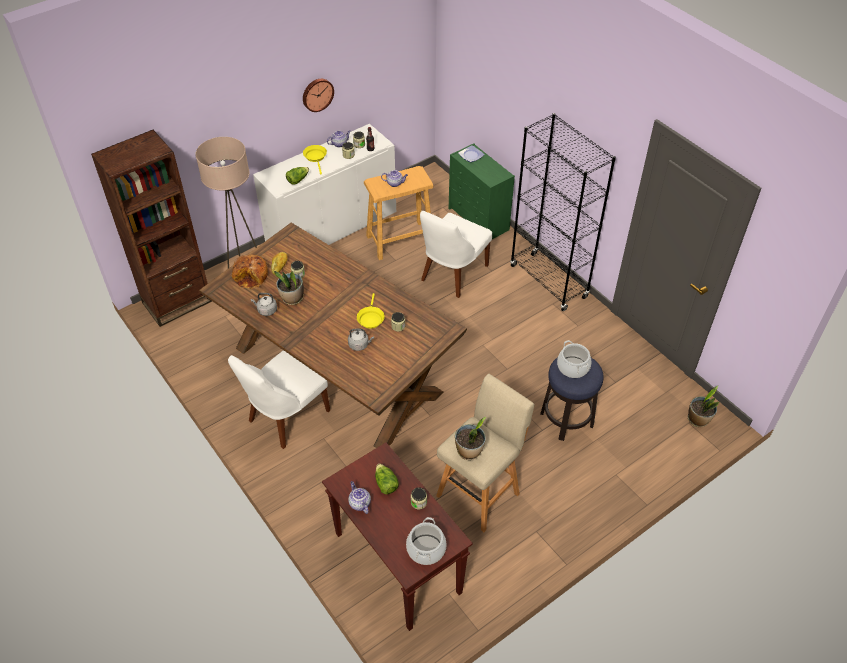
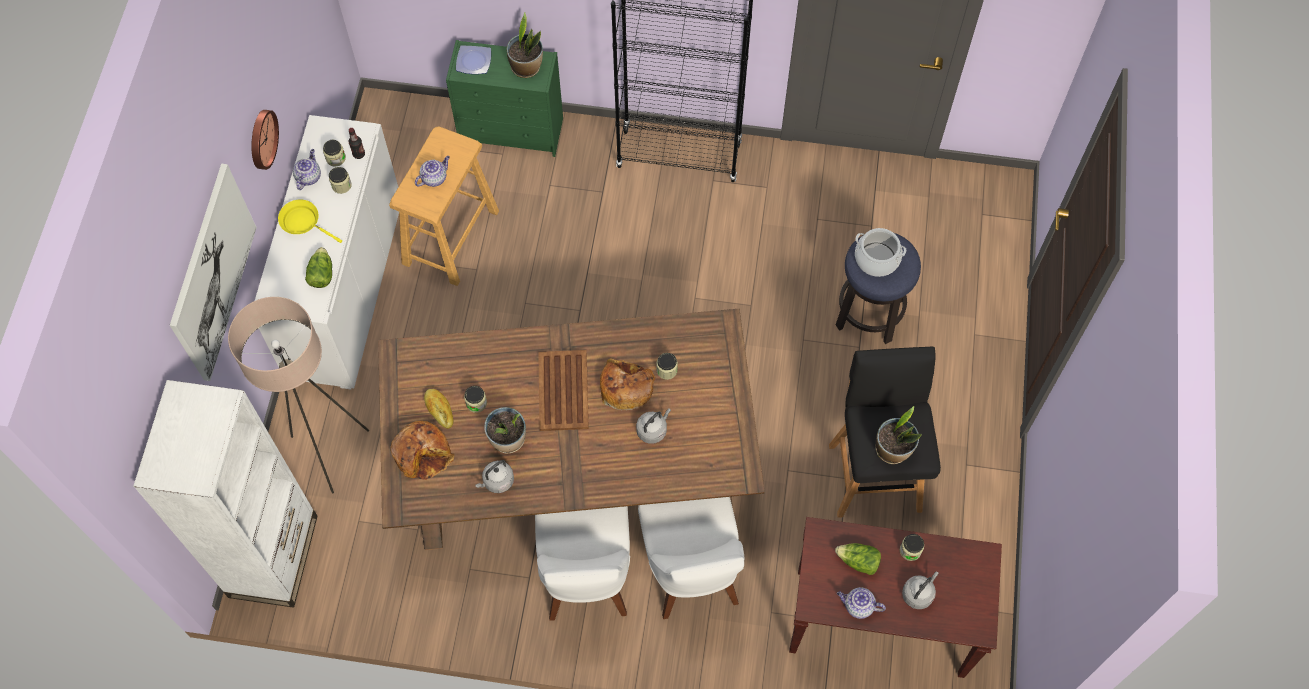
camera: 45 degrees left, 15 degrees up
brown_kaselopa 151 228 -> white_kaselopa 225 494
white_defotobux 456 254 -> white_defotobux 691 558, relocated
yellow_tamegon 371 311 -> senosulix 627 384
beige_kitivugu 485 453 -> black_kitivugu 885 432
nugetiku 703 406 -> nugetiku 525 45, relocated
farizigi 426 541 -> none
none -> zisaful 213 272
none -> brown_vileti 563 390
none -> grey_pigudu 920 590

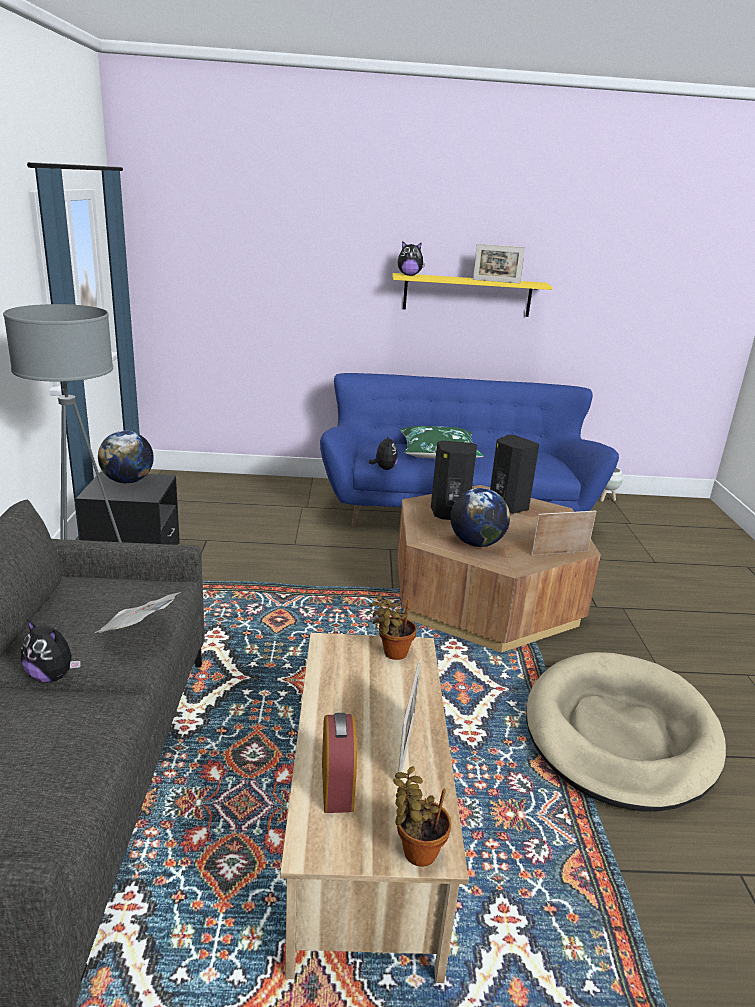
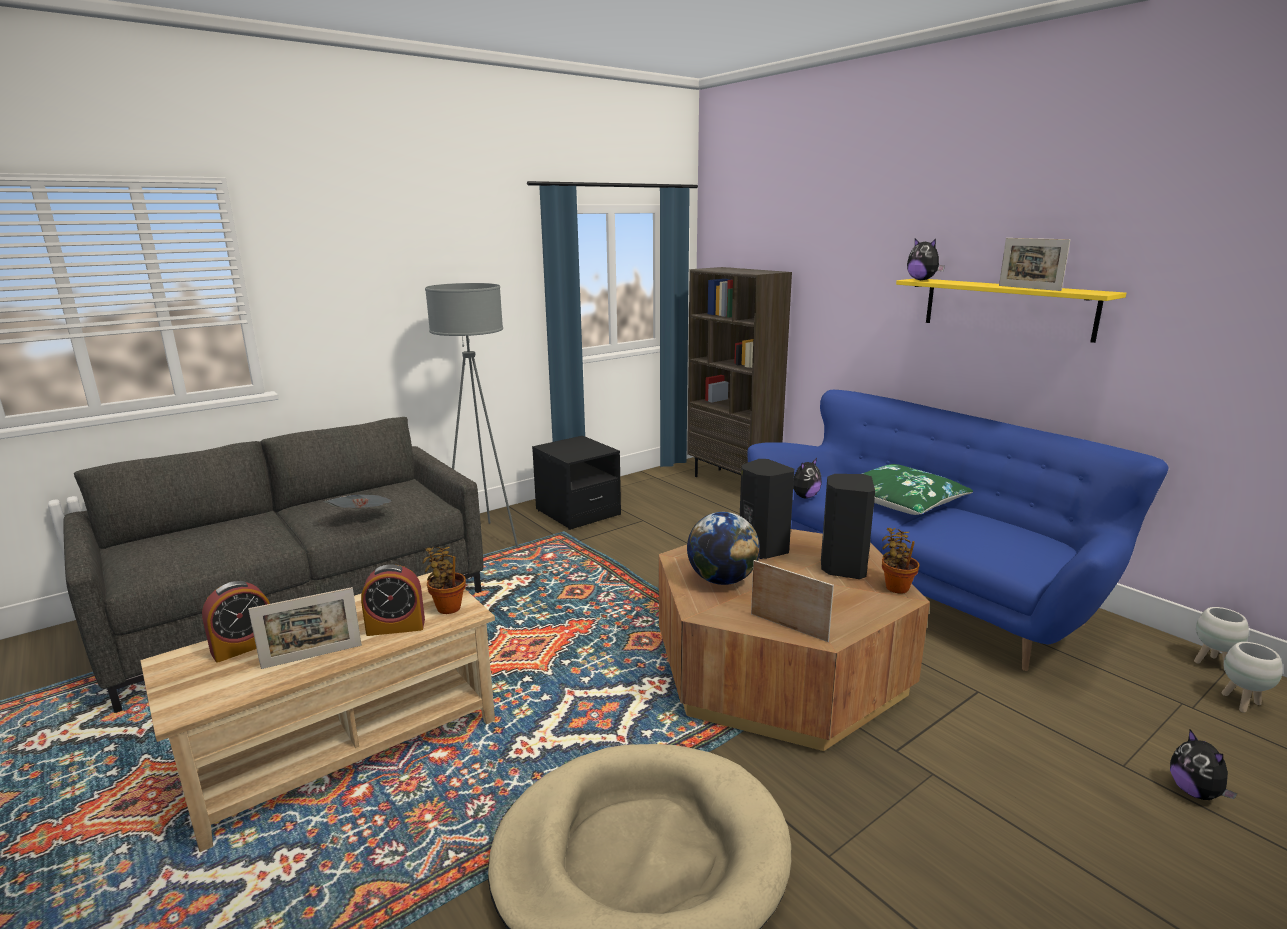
camera: 55 degrees right, 5 degrees down
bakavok 126 457 -> none
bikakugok 51 651 -> bikakugok 1203 764, relocated
nugetiku 422 816 -> nugetiku 901 561, relocated
none -> brown_kaselopa 739 372
none -> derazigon 393 600
none -> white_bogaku 1252 677

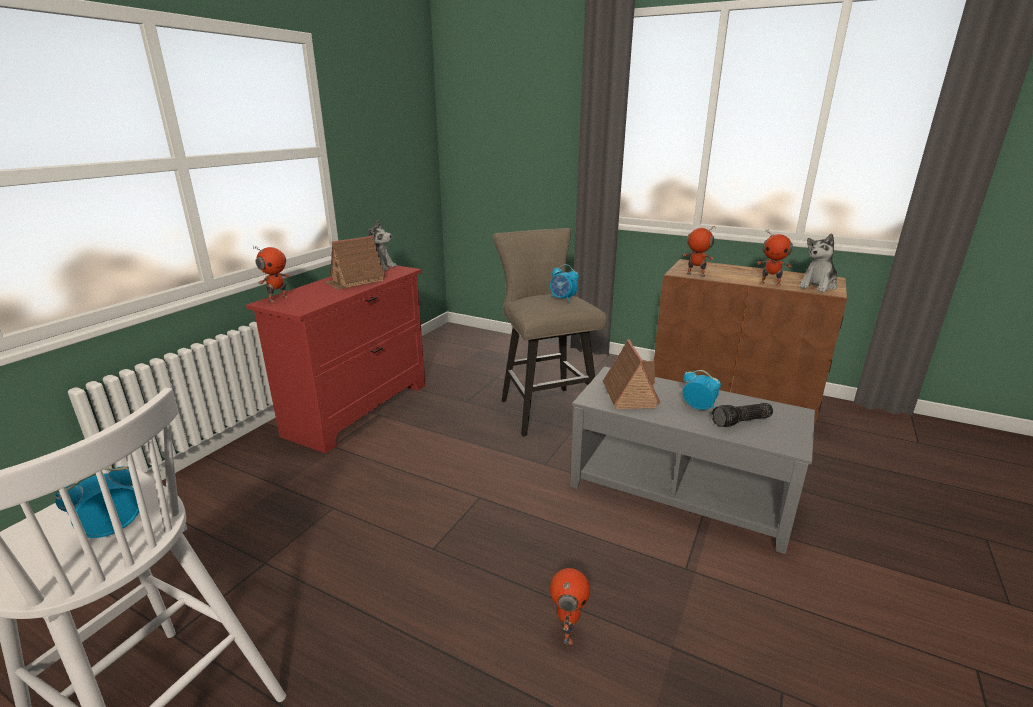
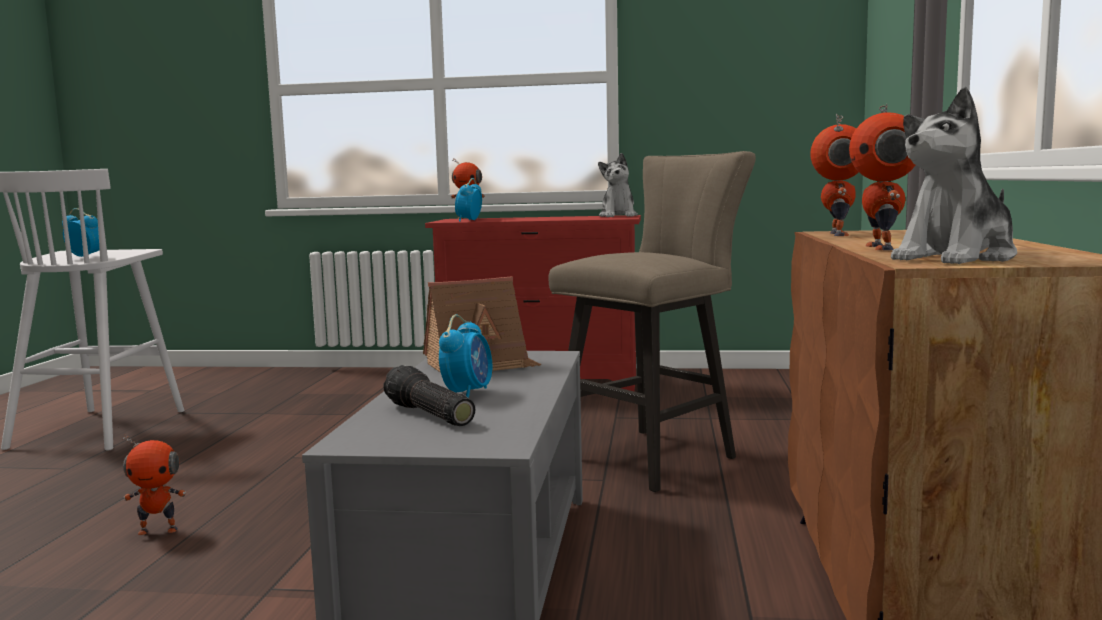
camera: 70 degrees right, 15 degrees down
bikakugok 818 262 -> bikakugok 954 175, 60 degrees counterclockwise
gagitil 355 262 -> none
derazigon 564 283 -> derazigon 468 200, relocated

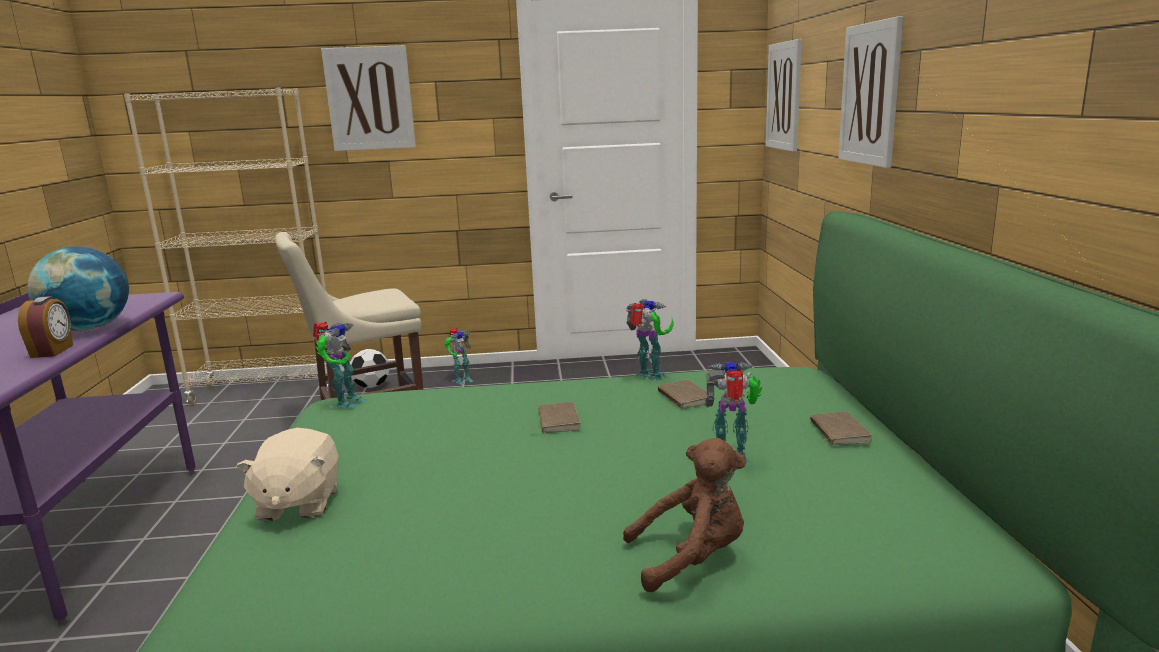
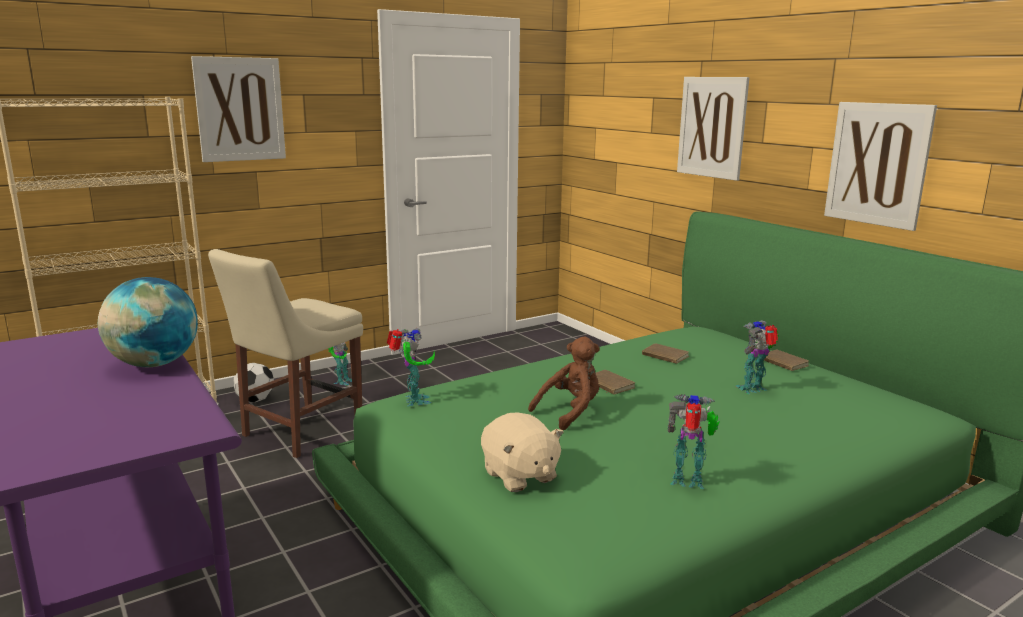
camera: 30 degrees left, 0 degrees up
zisaful 783 95 -> zisaful 880 166, relocated
derazigon 45 327 -> none
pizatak 650 340 -> pizatak 694 441, relocated
brown_bikakugok 684 515 -> brown_bikakugok 564 383, relocated

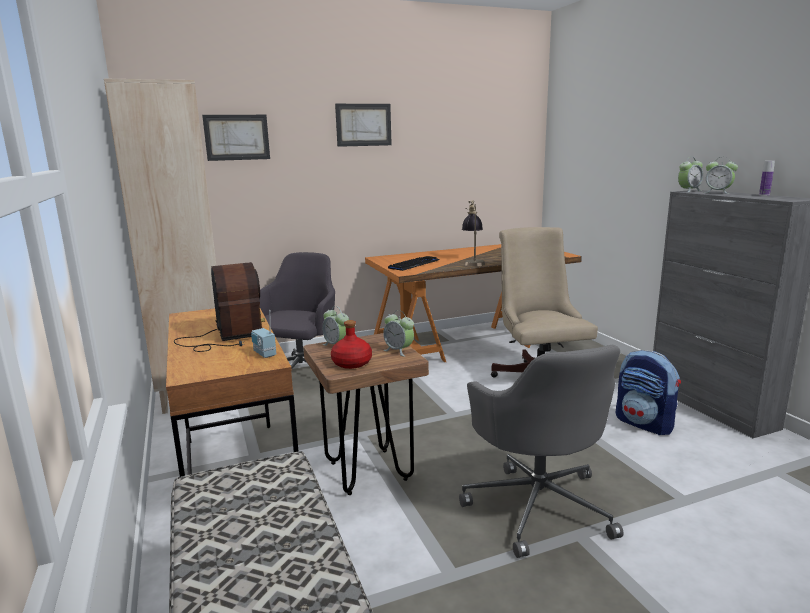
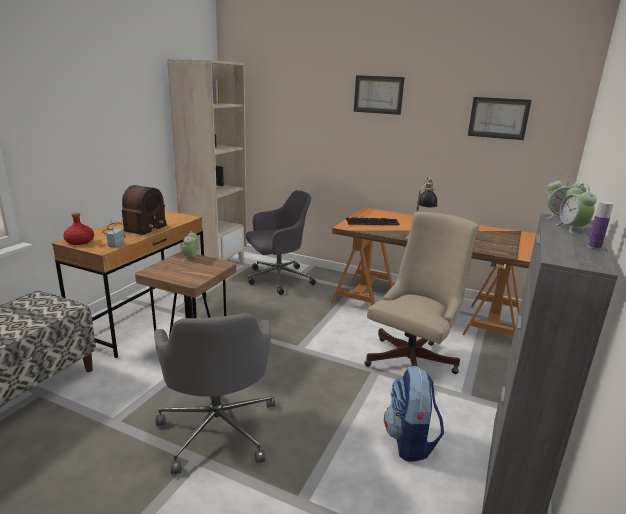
camera: 45 degrees right, 5 degrees up
zisaful 236 138 -> zisaful 500 118, relocated
derazigon 398 333 -> none
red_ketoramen 351 344 -> red_ketoramen 78 229, relocated
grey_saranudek 541 451 -> grey_saranudek 214 393, 45 degrees counterclockwise

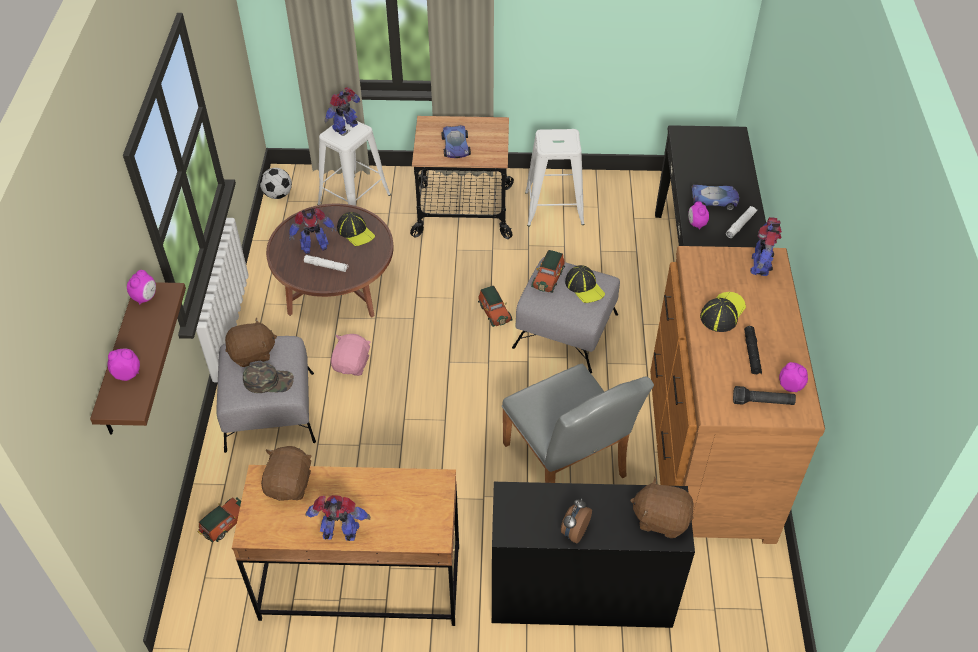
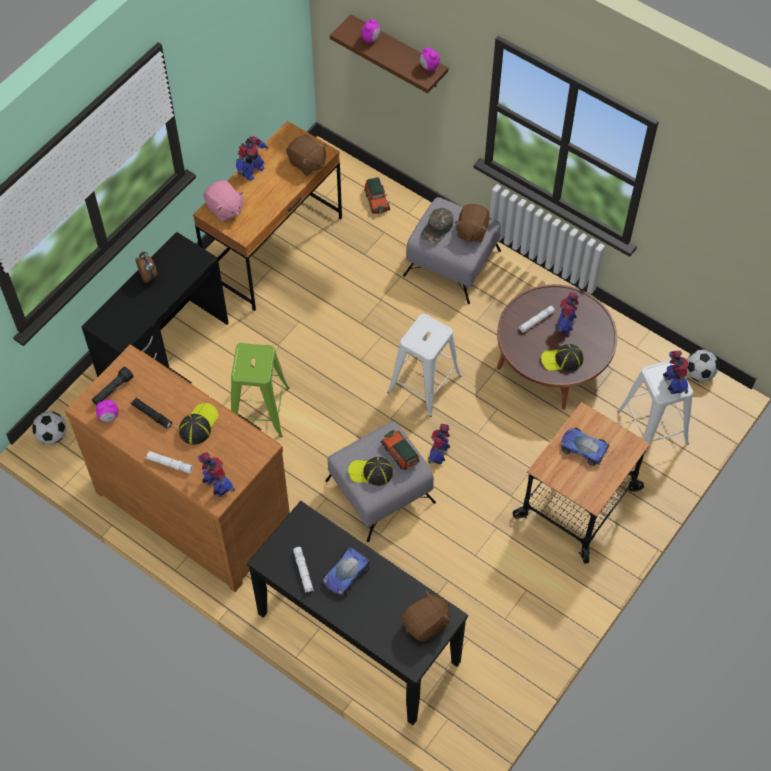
camera: 125 degrees right, 10 degrees up
white_kitivugu 554 177 -> white_kitivugu 424 365, relocated
derazigon 698 215 -> none
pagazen 495 306 -> pizatak 439 444
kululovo 723 312 -> kululovo 199 424, 135 degrees counterclockwise
pink_bikakugok 351 355 -> pink_bikakugok 224 201, relocated
grey_defotobux 578 423 -> green_kitivugu 260 390
brown_bikakugok 662 507 -> brown_bikakugok 426 616, relocated
none -> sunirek 49 427
none -> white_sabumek 169 462

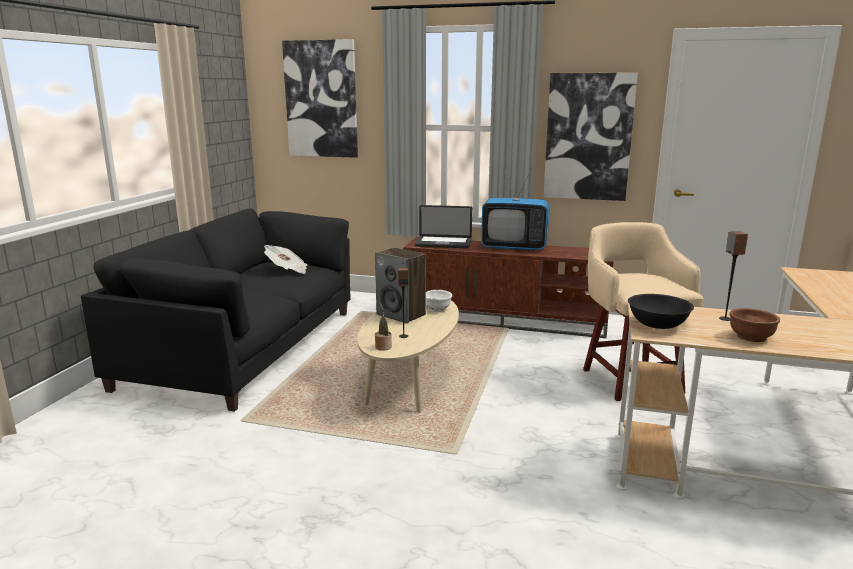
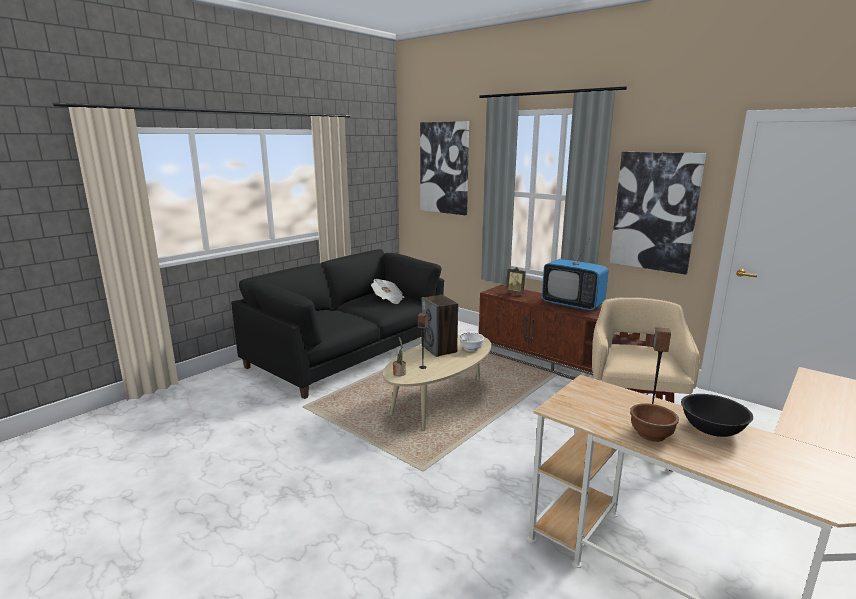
camera: 25 degrees right, 0 degrees up
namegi 443 226 -> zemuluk 515 281
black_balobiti 661 311 -> black_balobiti 717 415, relocated

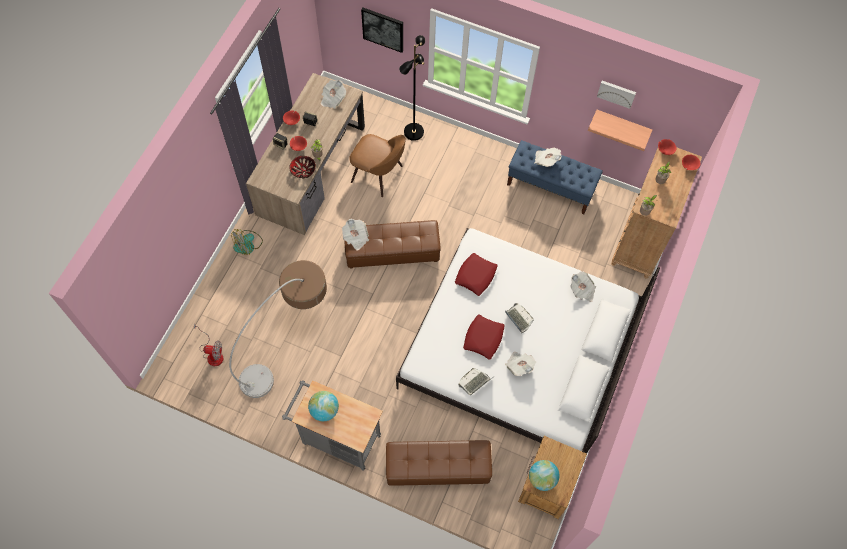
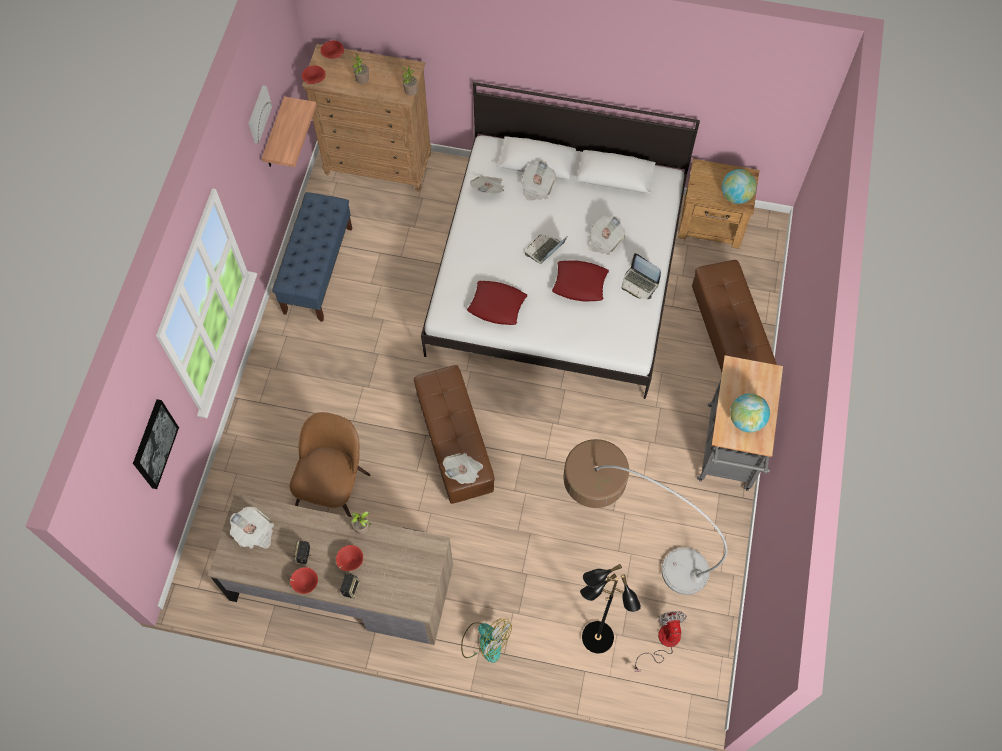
camera: 100 degrees left, 0 degrees up
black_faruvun 412 88 -> black_faruvun 610 608, relocated
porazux 548 157 -> porazux 539 180, relocated
balobiti 302 167 -> none

